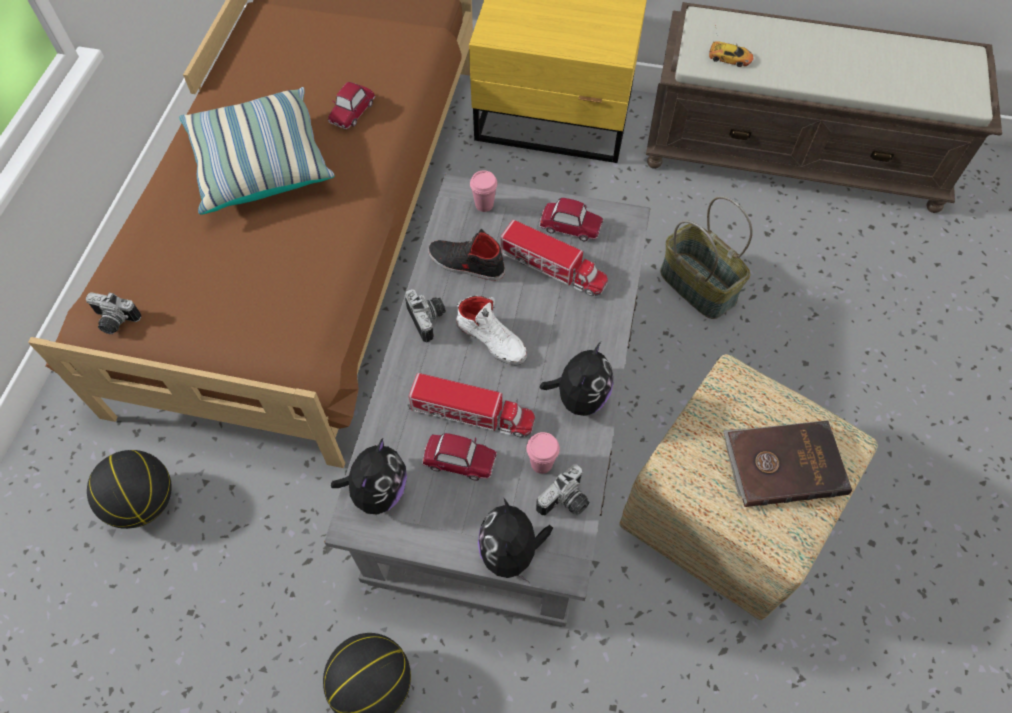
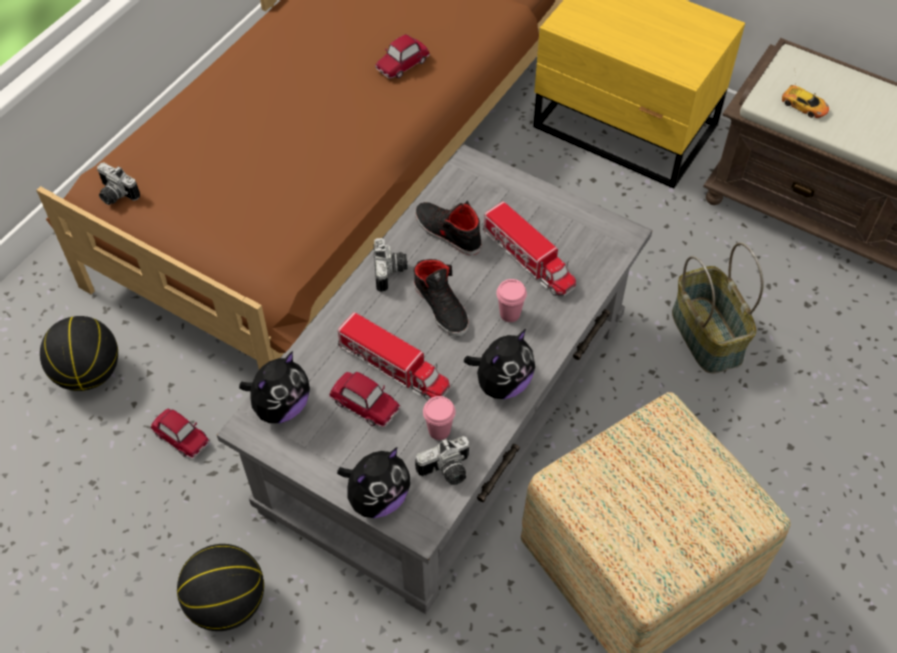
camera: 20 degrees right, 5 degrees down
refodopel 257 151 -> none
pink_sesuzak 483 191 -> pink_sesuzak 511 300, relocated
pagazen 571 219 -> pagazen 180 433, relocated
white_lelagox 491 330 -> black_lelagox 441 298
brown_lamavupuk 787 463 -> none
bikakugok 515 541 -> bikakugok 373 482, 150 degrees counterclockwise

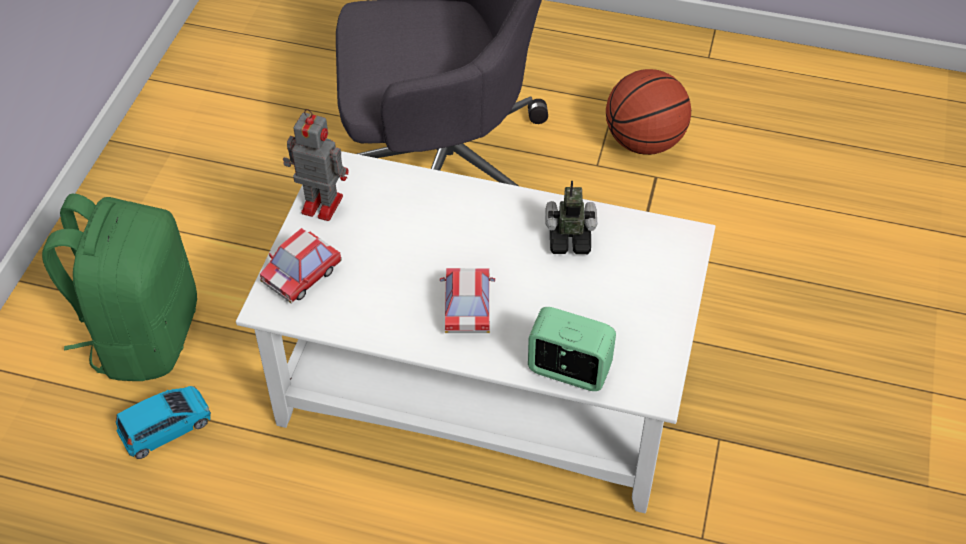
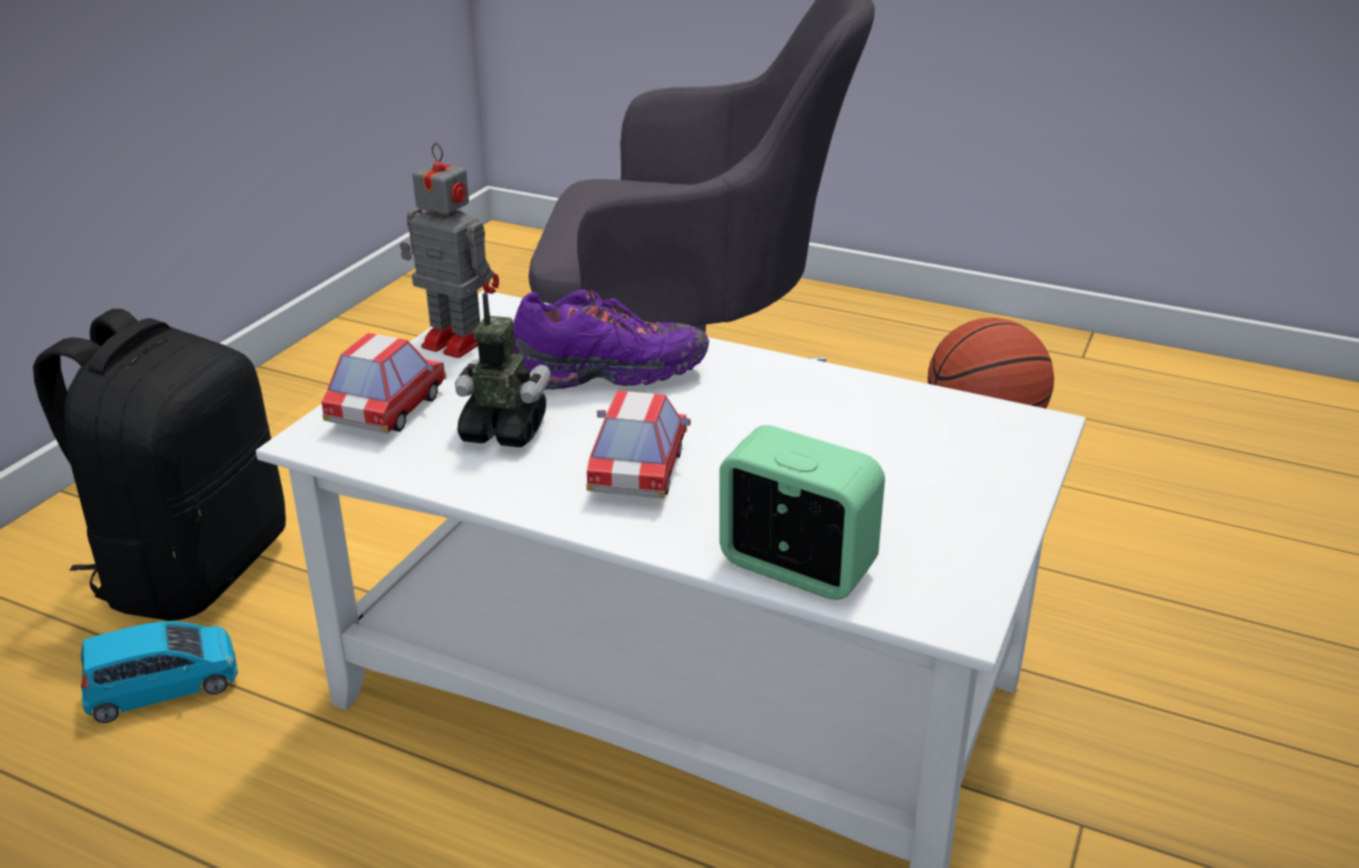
camera: 10 degrees right, 20 degrees down
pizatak 571 217 -> pizatak 503 369, relocated
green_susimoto 119 287 -> black_susimoto 159 465
pagazen 301 265 -> pagazen 383 383, 150 degrees clockwise
none -> purple_lelagox 611 340

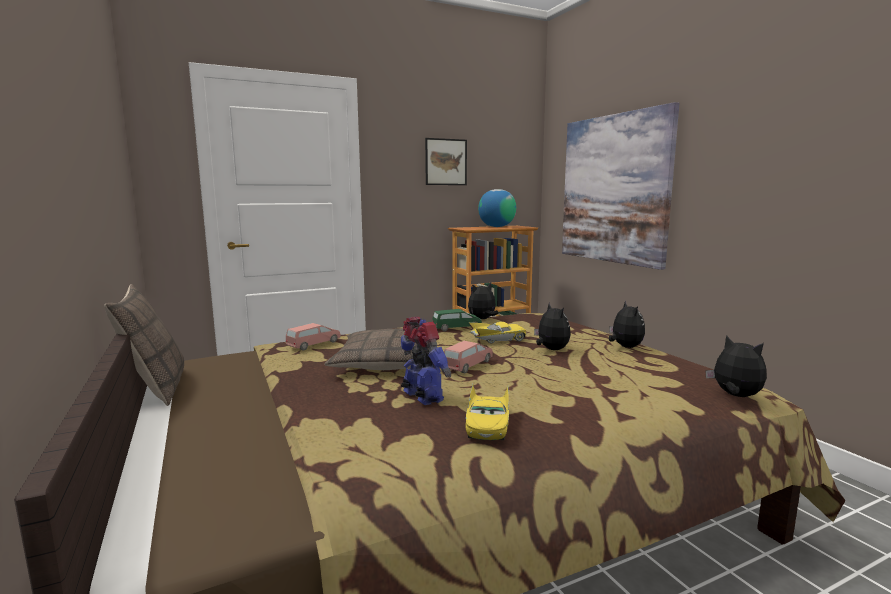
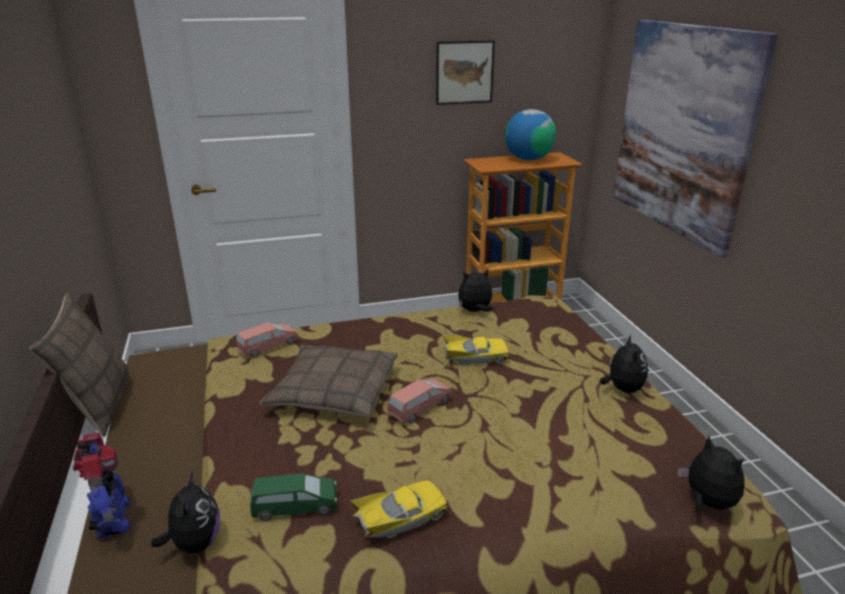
camera: 10 degrees right, 15 degrees up
bikakugok 552 326 -> bikakugok 185 512, relocated
green_pagazen 457 320 -> green_pagazen 293 497, relocated
pizatak 426 361 -> pizatak 102 485, relocated
yellow_pagazen 487 412 -> yellow_pagazen 398 510, 135 degrees counterclockwise

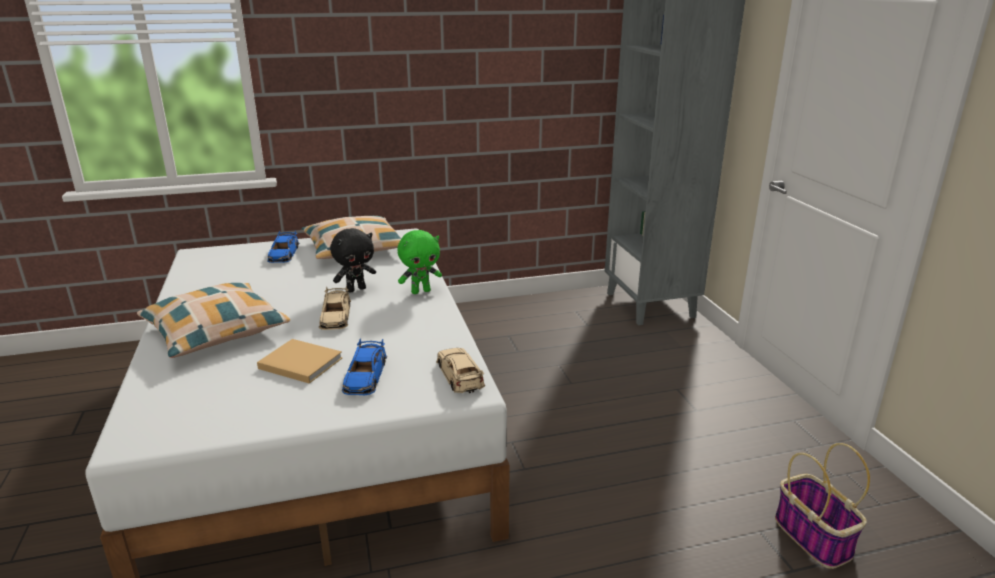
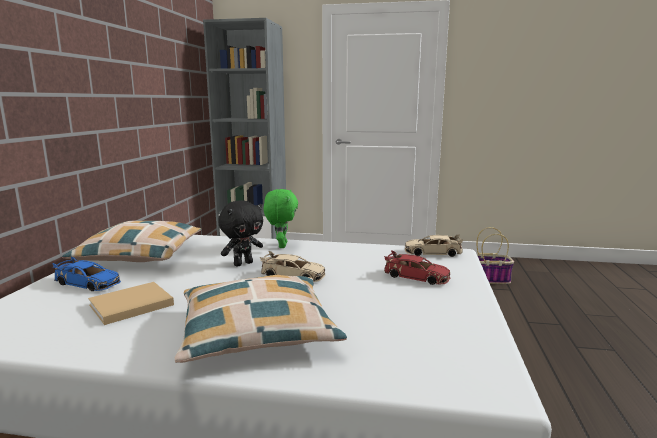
camera: 65 degrees left, 10 degrees down
black_bikakugok 353 260 -> black_bikakugok 240 233, 60 degrees clockwise
beige_lamavupuk 300 361 -> beige_lamavupuk 131 303, relocated
blue_pagazen 364 367 -> red_pagazen 417 267

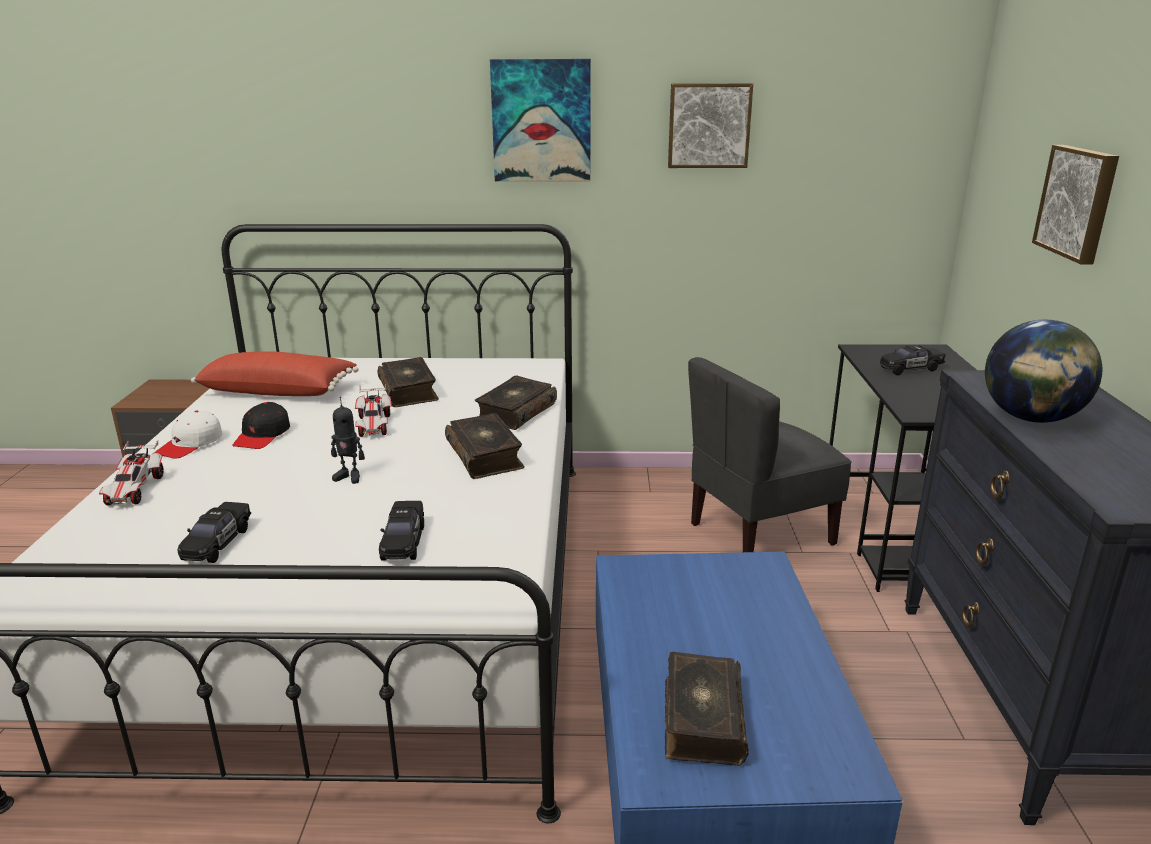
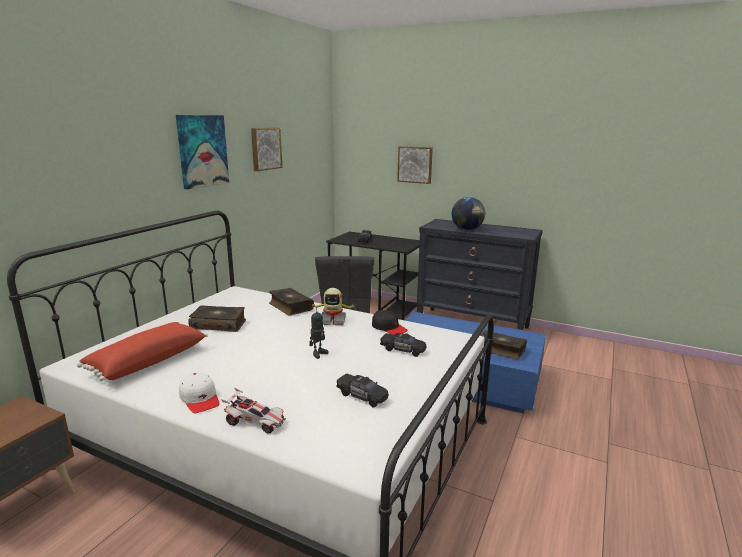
camera: 65 degrees left, 5 degrees down
pagazen 373 410 -> none
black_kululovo 261 425 -> black_kululovo 390 322, relocated
lamavupuk 485 446 -> pizatak 332 306

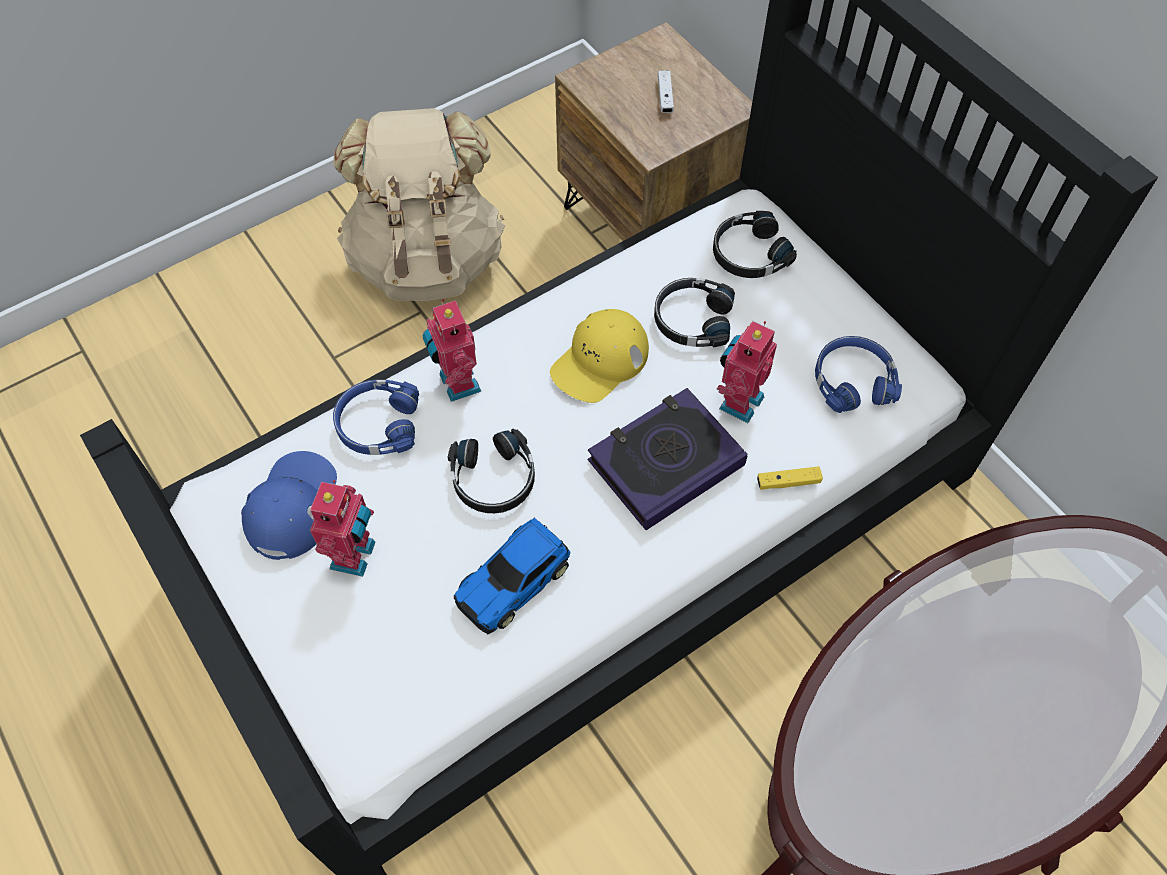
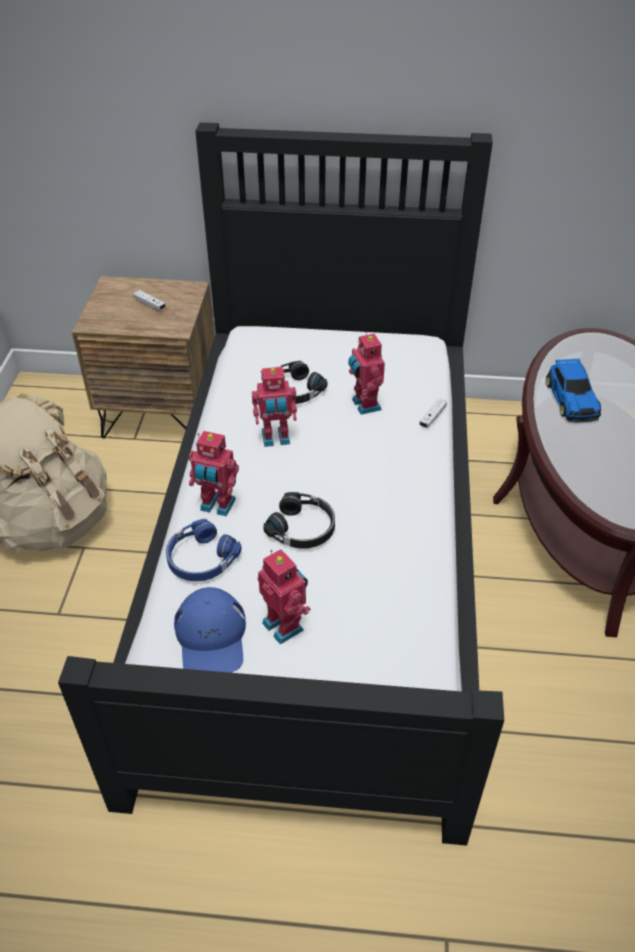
camera: 50 degrees left, 15 degrees down
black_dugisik 755 244 -> none
yellow_kululovo 599 356 -> pizatak 274 407
blue_dugisik 858 374 -> none
lamavupuk 667 459 -> none
blue_kululovo 289 505 -> blue_kululovo 210 630, 150 degrees counterclockwise
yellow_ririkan 790 478 -> white_ririkan 433 413
pagazen 512 575 -> pagazen 573 390, relocated

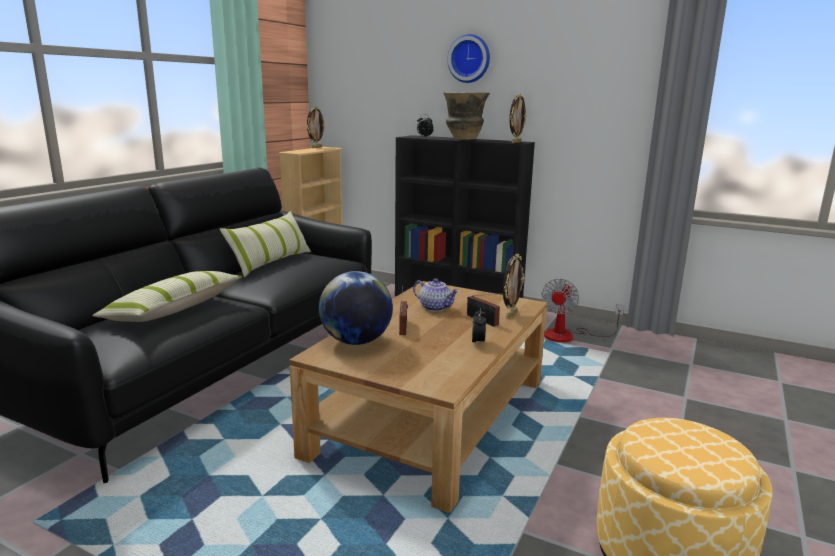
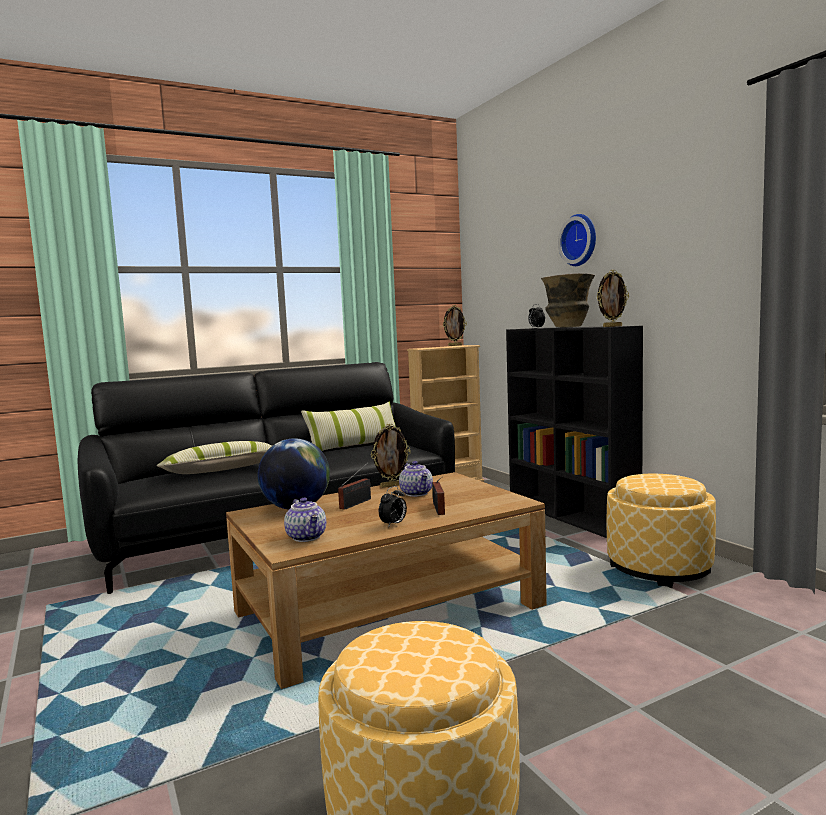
camera: 35 degrees right, 10 degrees down
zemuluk 513 286 -> zemuluk 391 456, relocated
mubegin 582 311 -> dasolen 661 531
none -> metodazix 305 520

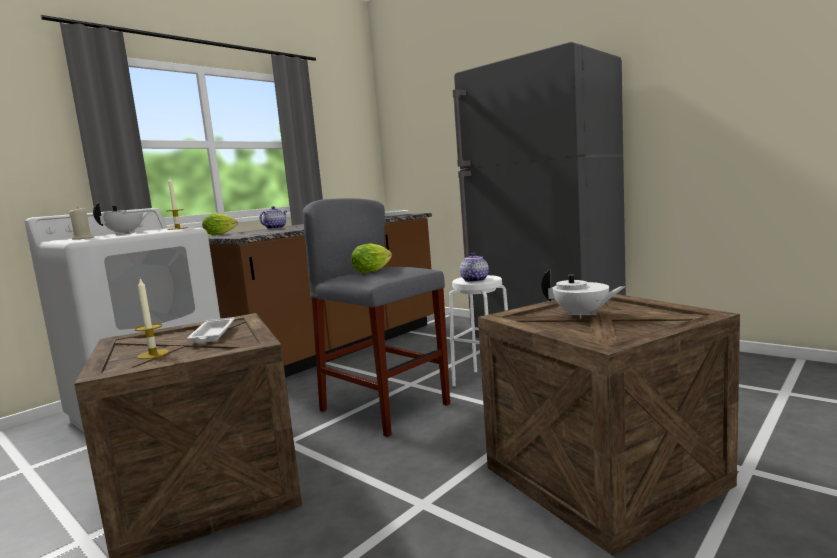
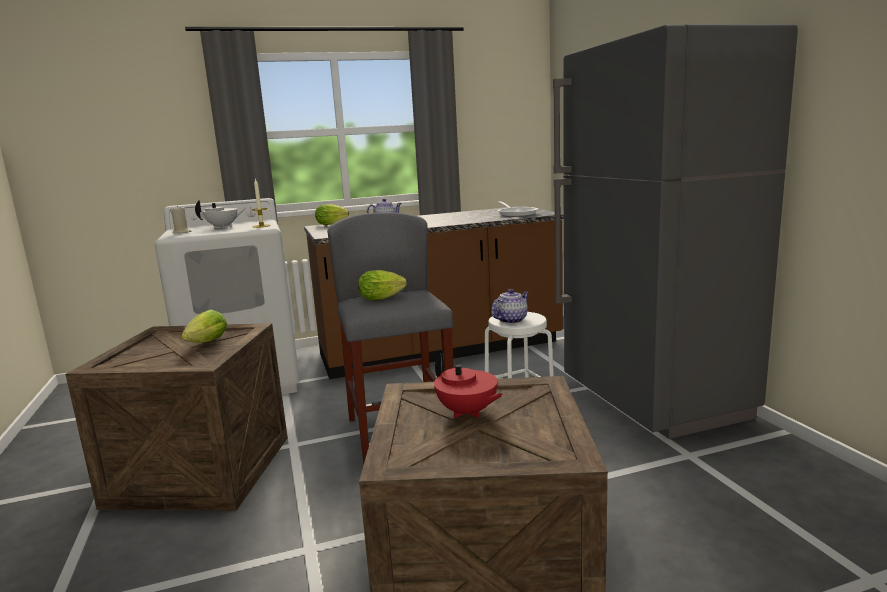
camera: 30 degrees right, 5 degrees up
white_metodazix 583 294 -> red_metodazix 468 385
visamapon 152 319 -> none
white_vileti 211 330 -> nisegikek 204 326

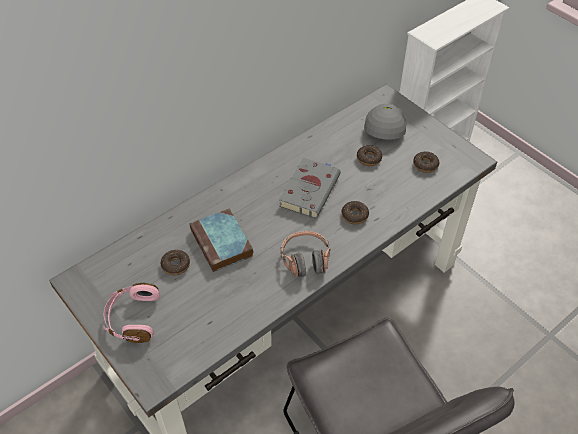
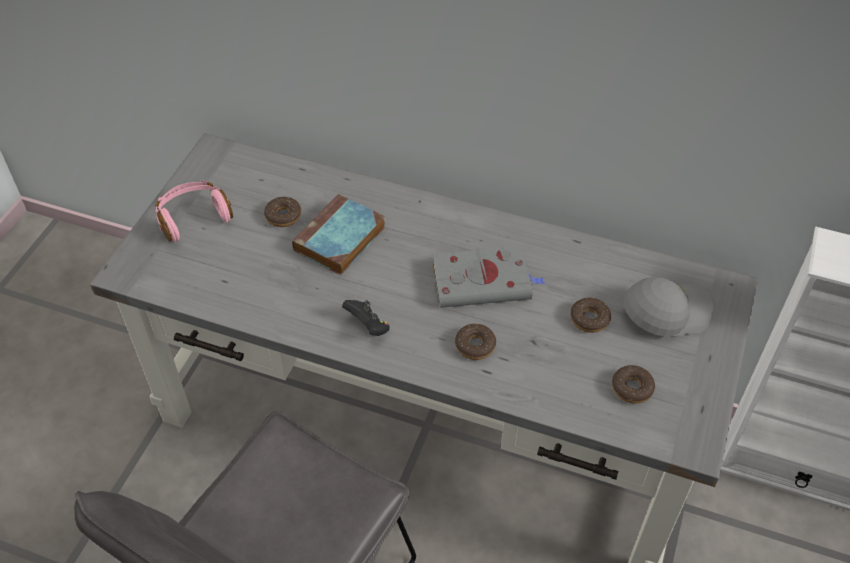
camera: 60 degrees right, 0 degrees up
dugisik 305 254 -> black_ririkan 366 318

